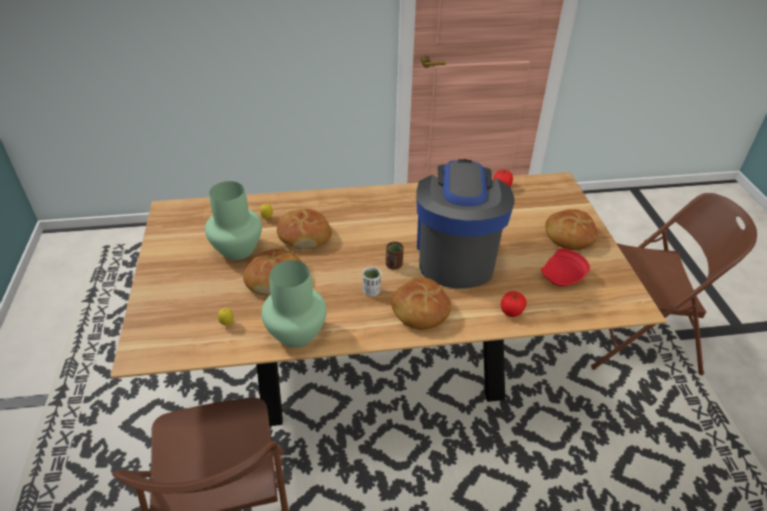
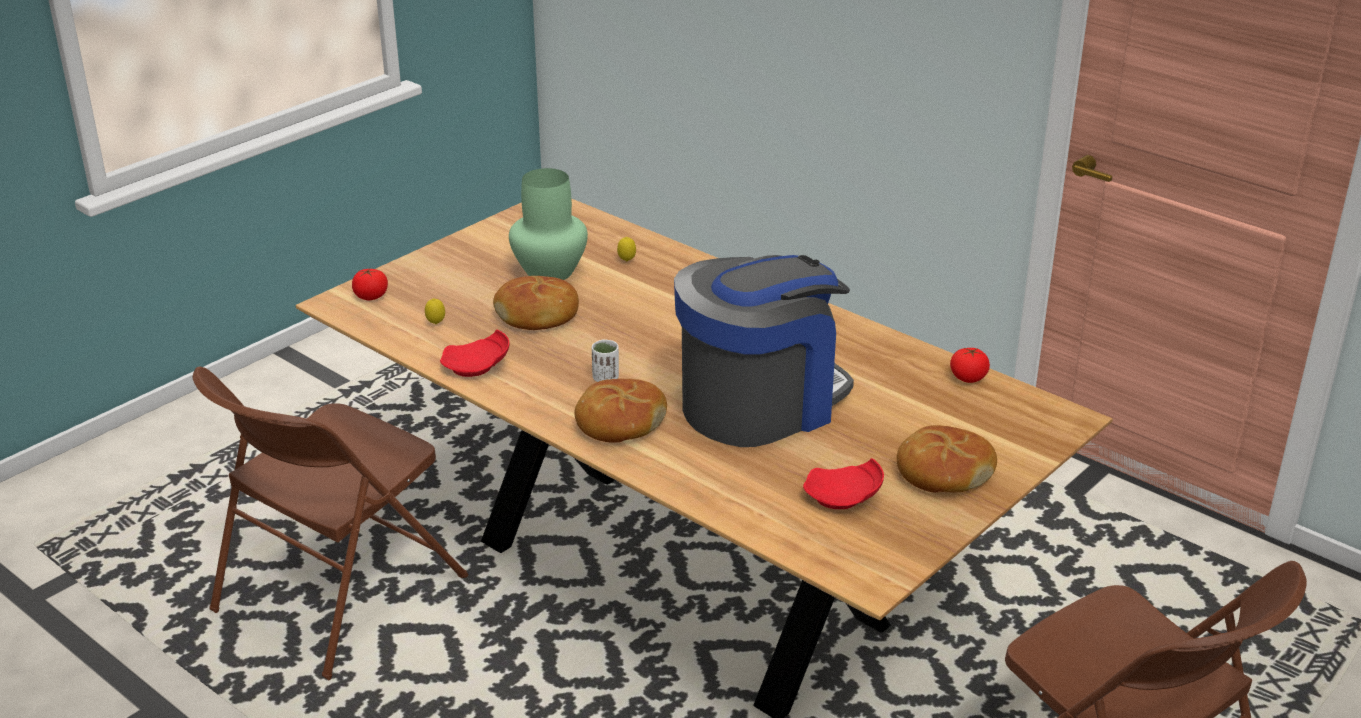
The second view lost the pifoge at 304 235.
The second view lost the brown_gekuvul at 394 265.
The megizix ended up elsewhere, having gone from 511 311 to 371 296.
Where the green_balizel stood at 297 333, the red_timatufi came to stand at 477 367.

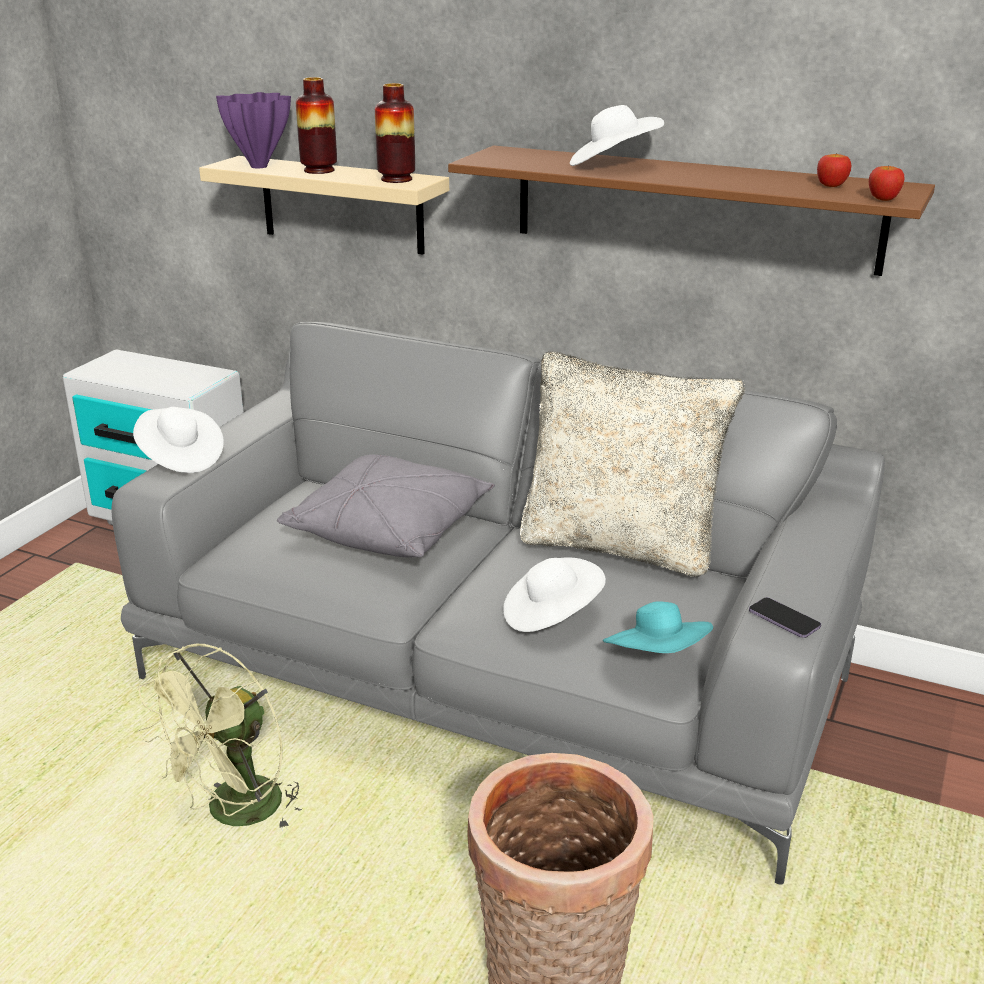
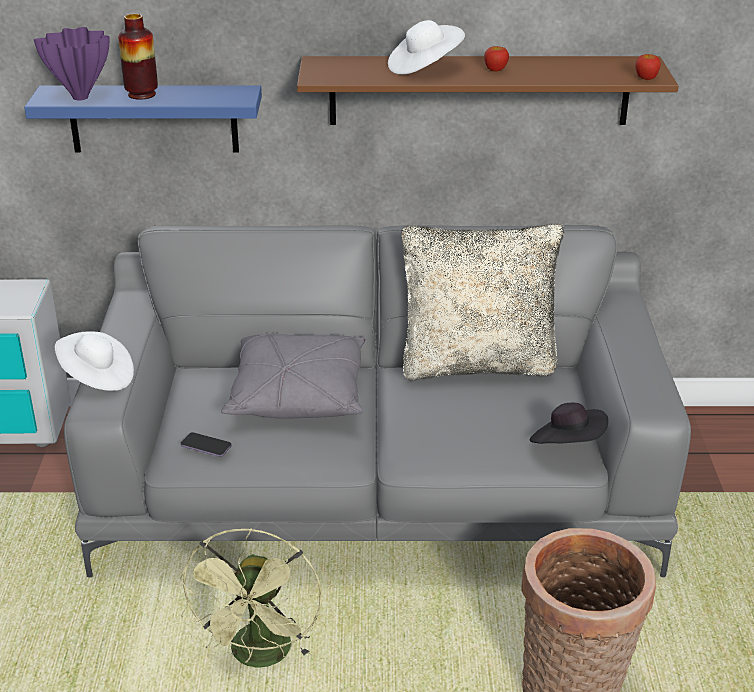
The second view lost the balizel at 396 179.
The second view lost the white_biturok at 551 615.
The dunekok ended up elsewhere, having gone from 784 619 to 206 446.
The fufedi ended up elsewhere, having gone from 831 185 to 495 70.
What was the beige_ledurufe at 342 205 turned into the blue_ledurufe at 153 118.
What was the turquoise_biturok at 657 659 turned into the black_biturok at 567 445.

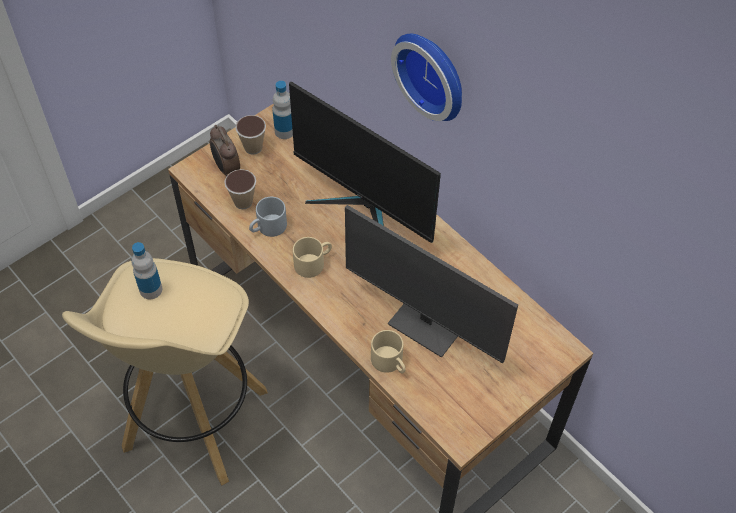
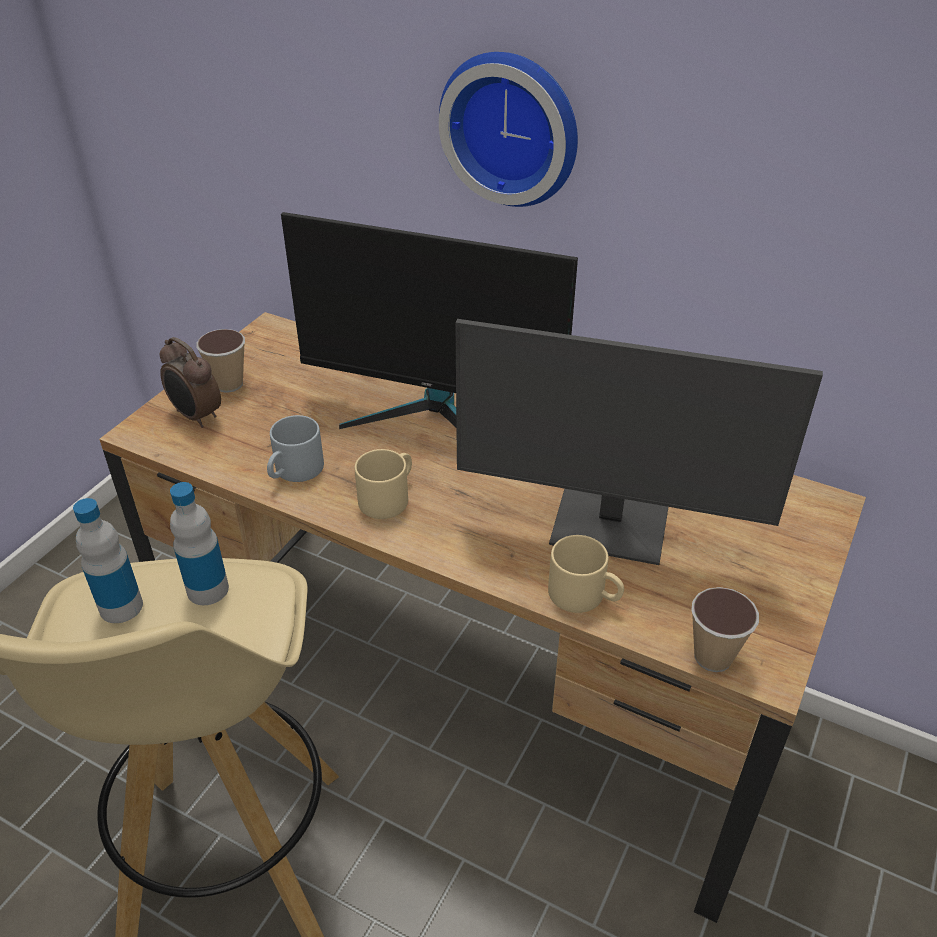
The gekuvul ended up elsewhere, having gone from 243 202 to 713 657.
The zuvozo ended up elsewhere, having gone from 284 131 to 208 589.

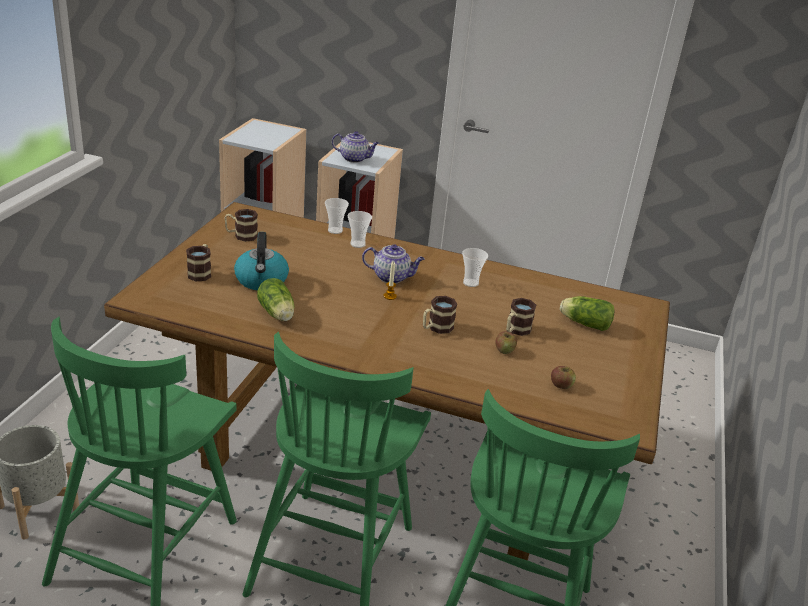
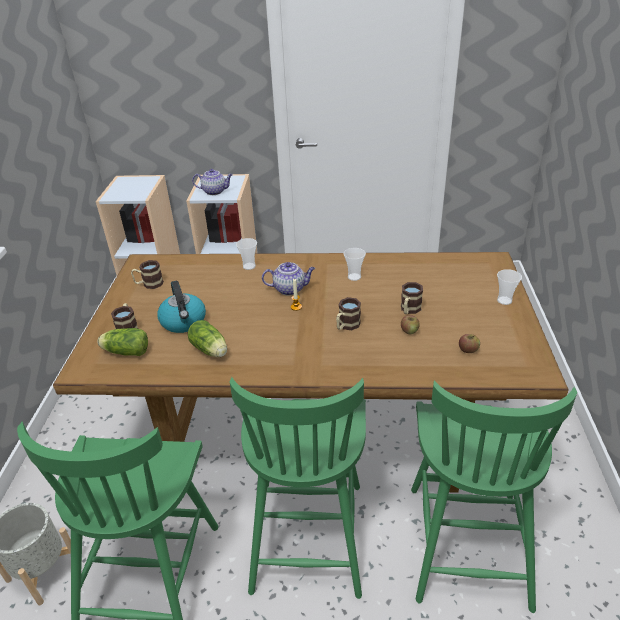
The gekuvul ended up elsewhere, having gone from 335 230 to 504 300.
The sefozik ended up elsewhere, having gone from 583 323 to 125 351.

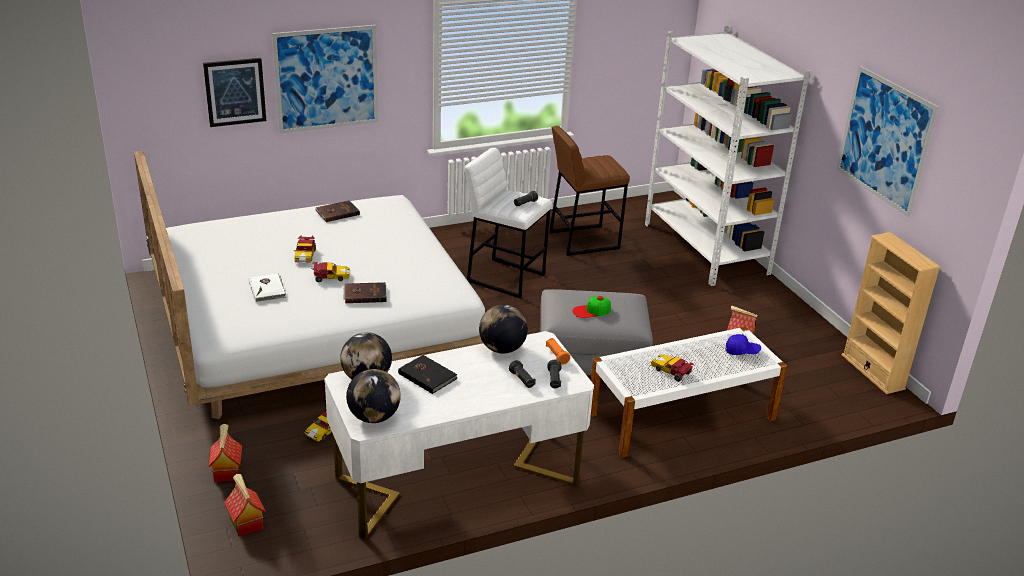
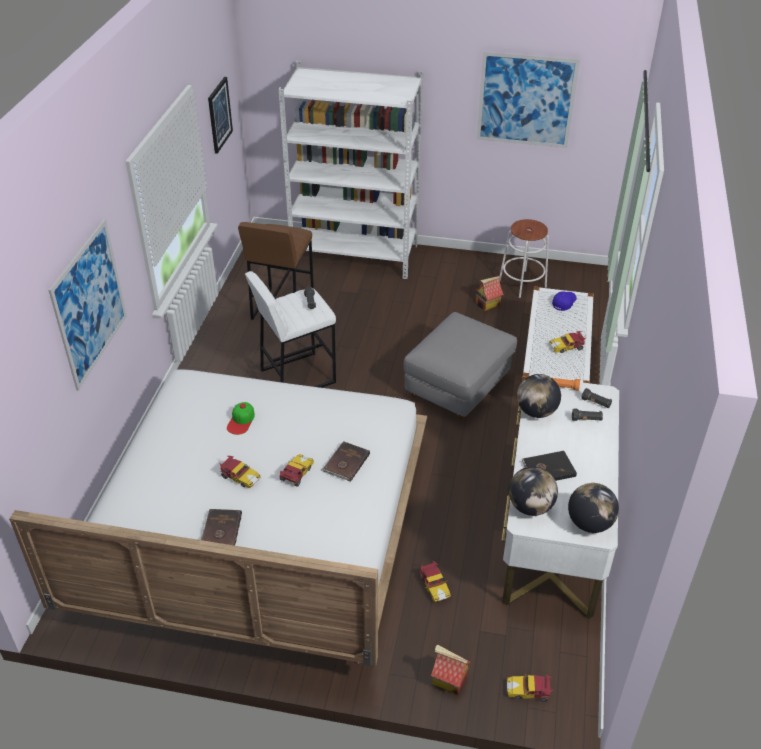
The second view lost the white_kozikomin at 268 289.
The second view lost the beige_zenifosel at 873 372.
The second view gained the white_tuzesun at 522 284.
The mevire ended up elsewhere, having gone from 235 92 to 219 115.
The brown_kozikomin ended up elsewhere, having gone from 337 213 to 221 530.
The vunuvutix ended up elsewhere, having gone from 591 310 to 241 421.
Where the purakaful stood at 245 523, the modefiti came to stand at 529 691.

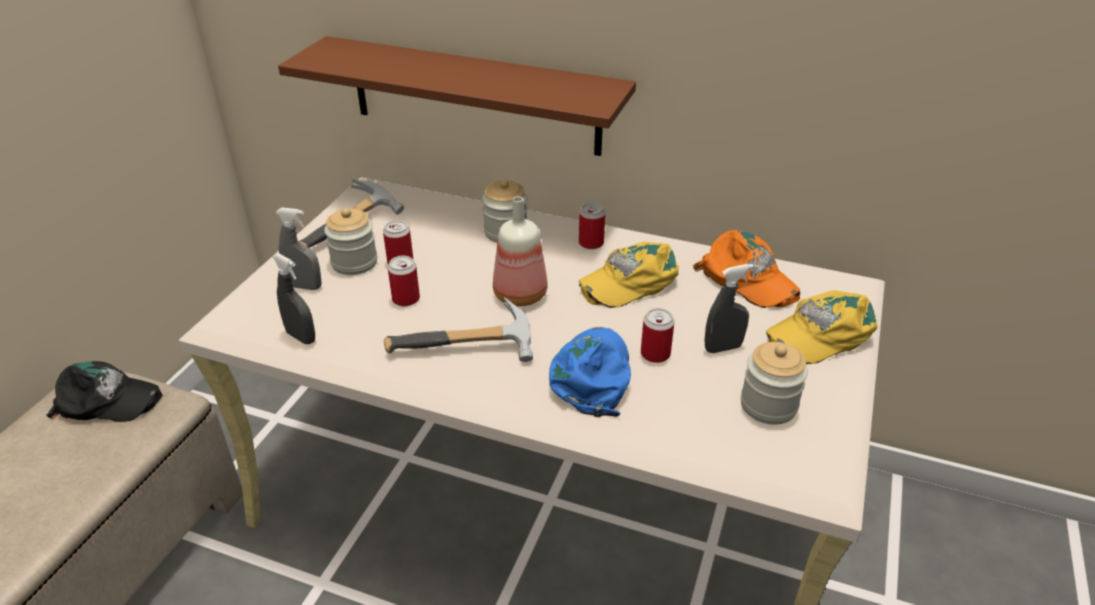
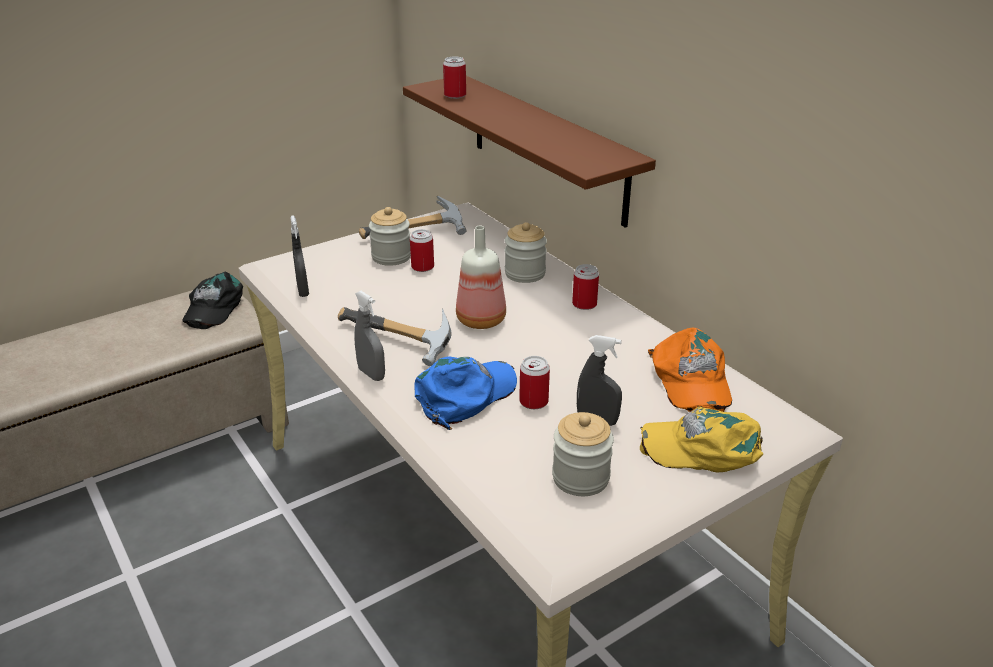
The second view lost the yellow_vunuvutix at 629 281.
The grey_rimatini ended up elsewhere, having gone from 305 286 to 371 374.
The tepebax ended up elsewhere, having gone from 406 299 to 455 95.
The black_vunuvutix at 107 401 ended up facing another way, 60 degrees clockwise from before.

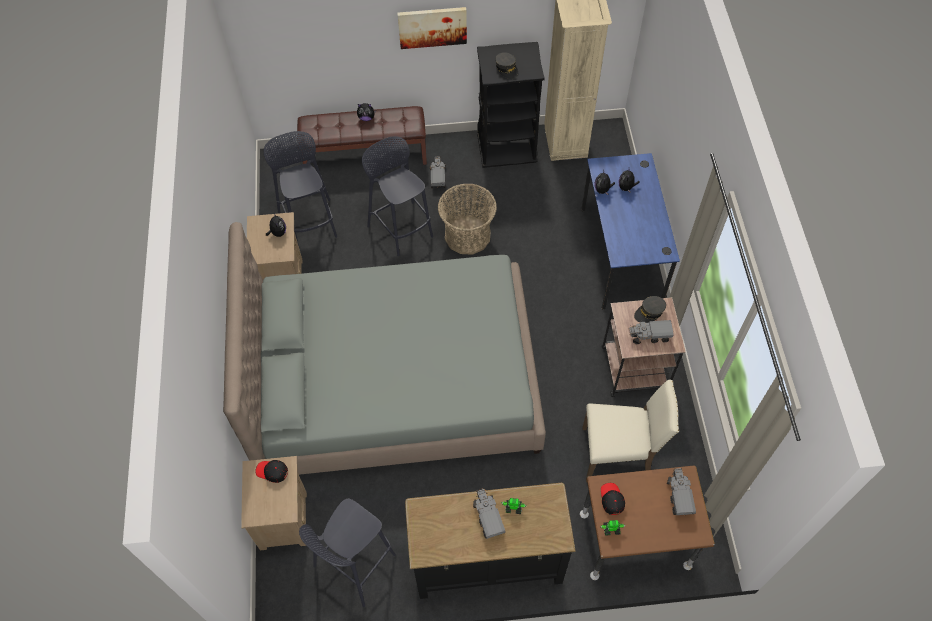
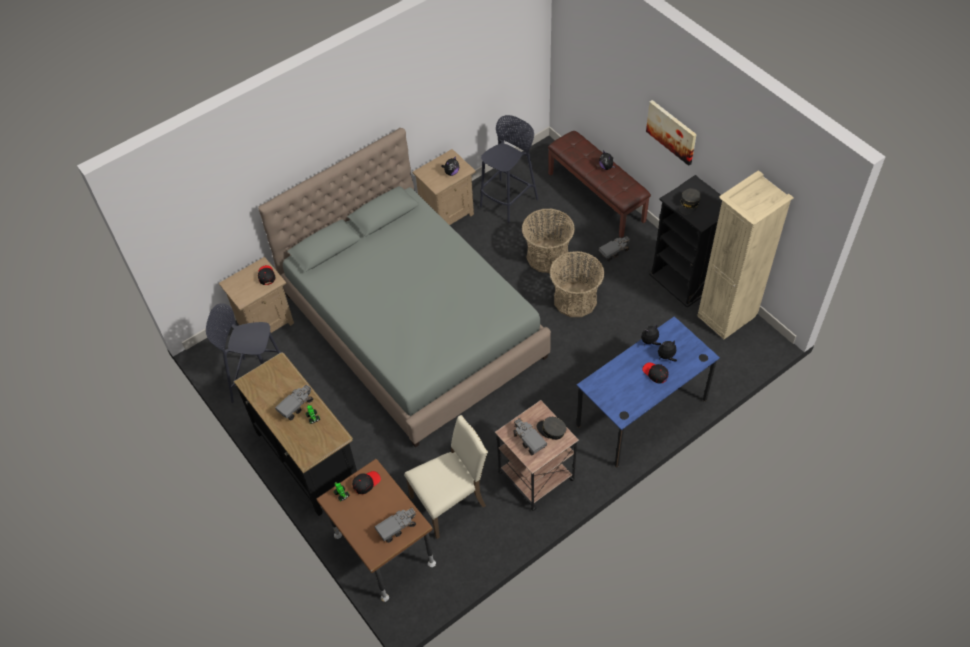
The second view gained the black_vunuvutix at 655 373.
Where the grey_tuzesun stood at 402 228, the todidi came to stand at 547 256.
The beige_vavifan at 618 454 ended up facing another way, 90 degrees counterclockwise from before.

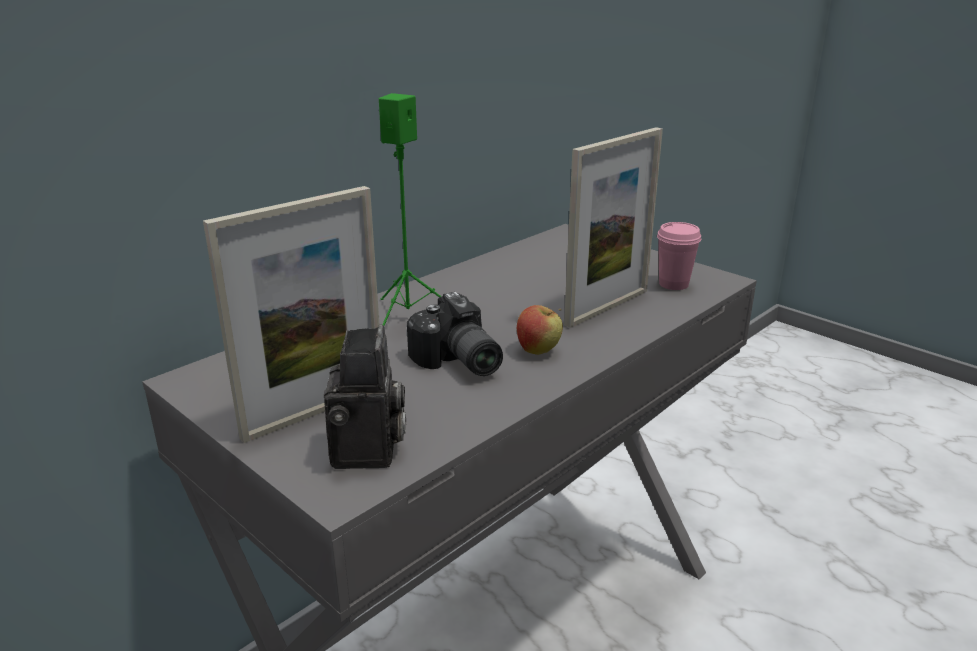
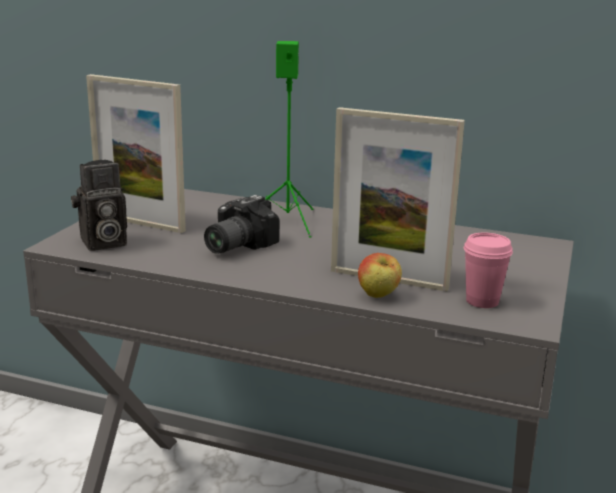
The fufedi ended up elsewhere, having gone from 539 351 to 378 296.

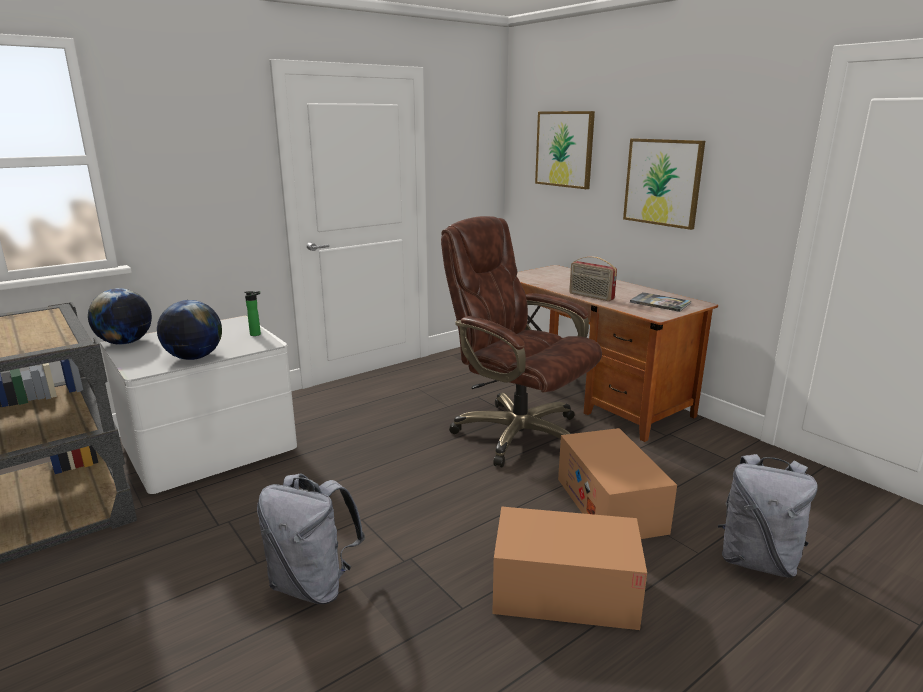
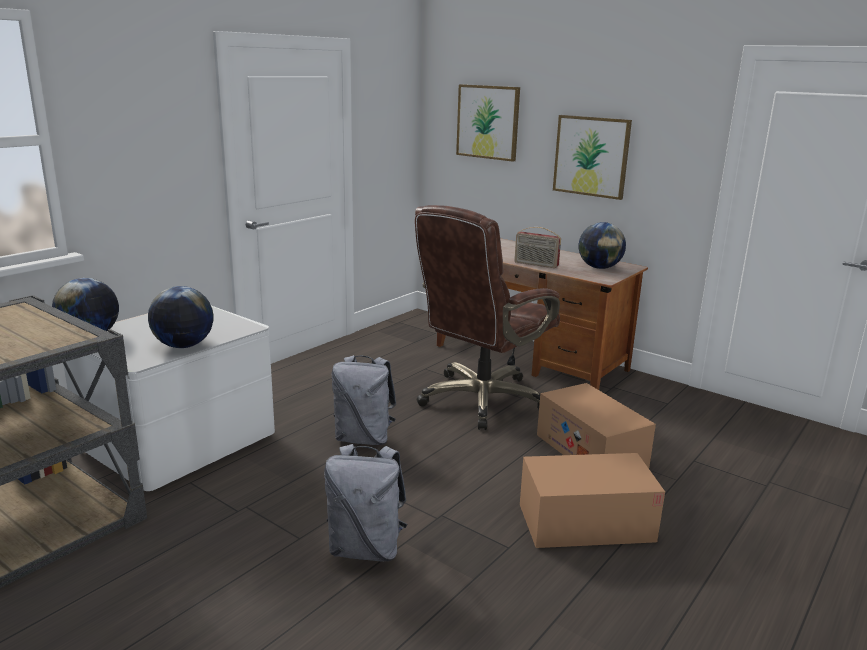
The second view lost the zuvozo at 257 334.
The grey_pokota ended up elsewhere, having gone from 757 560 to 364 438.
Where the kozikomin stood at 660 303, the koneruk came to stand at 599 267.
The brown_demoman at 519 434 ended up facing another way, 75 degrees counterclockwise from before.

